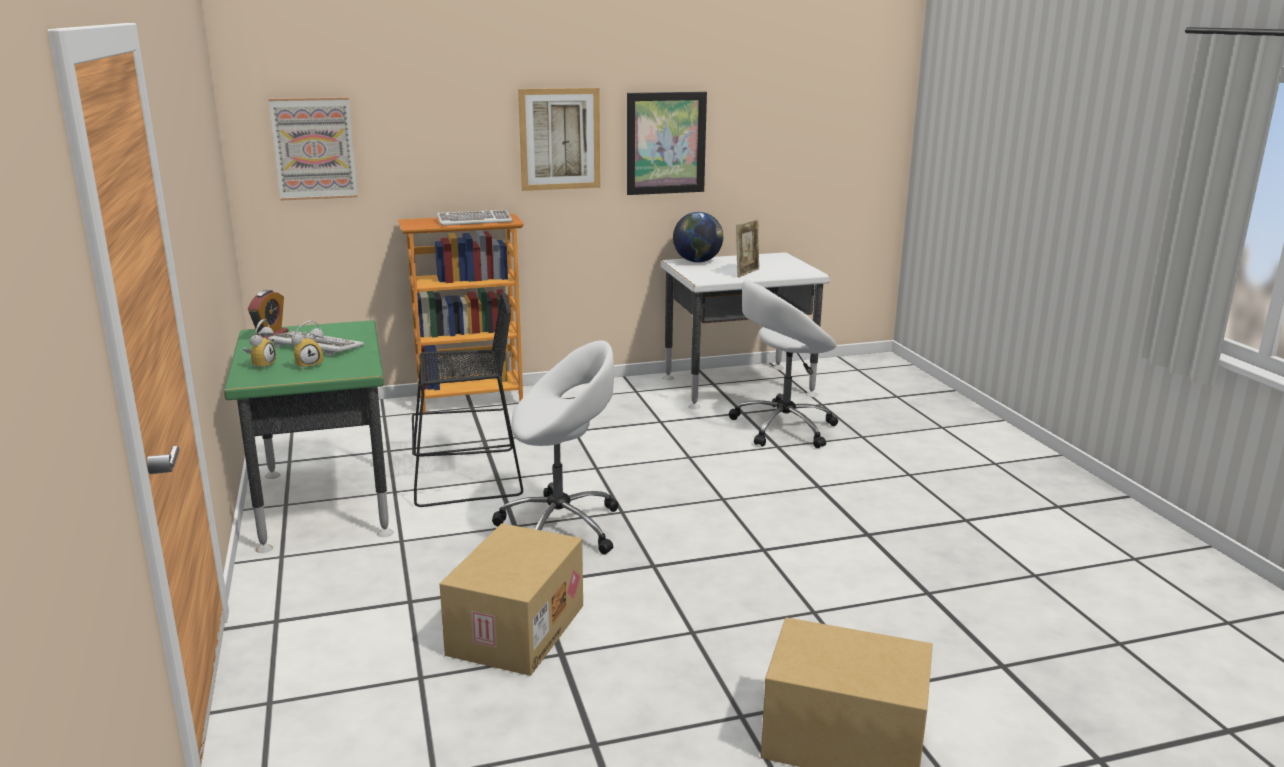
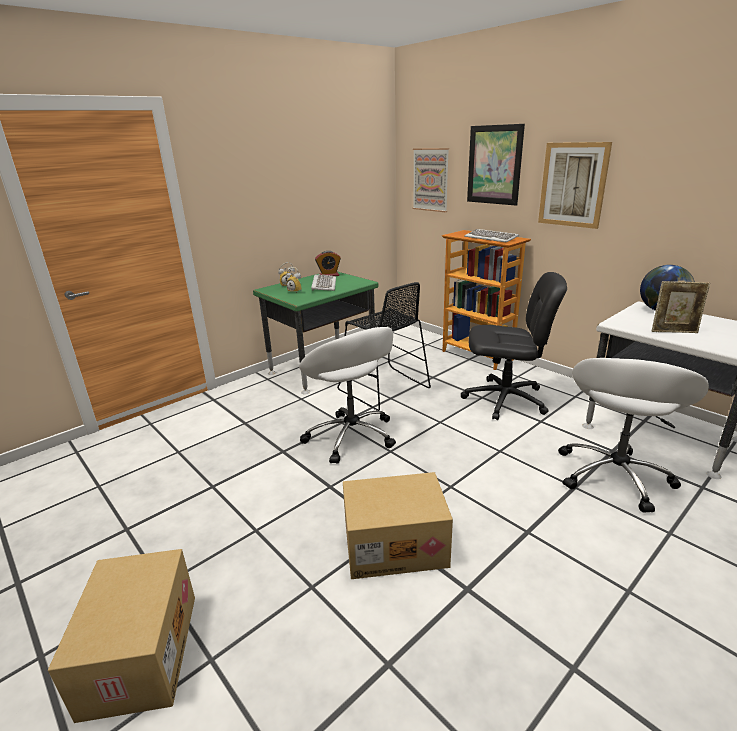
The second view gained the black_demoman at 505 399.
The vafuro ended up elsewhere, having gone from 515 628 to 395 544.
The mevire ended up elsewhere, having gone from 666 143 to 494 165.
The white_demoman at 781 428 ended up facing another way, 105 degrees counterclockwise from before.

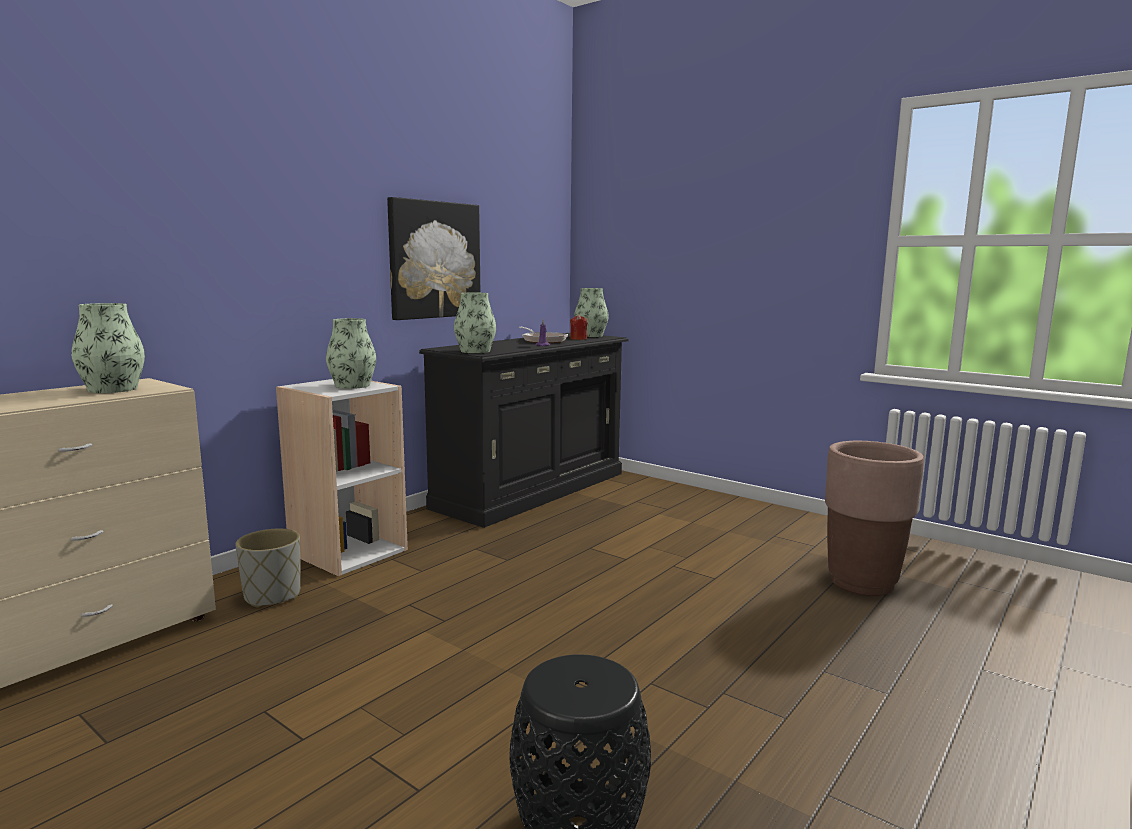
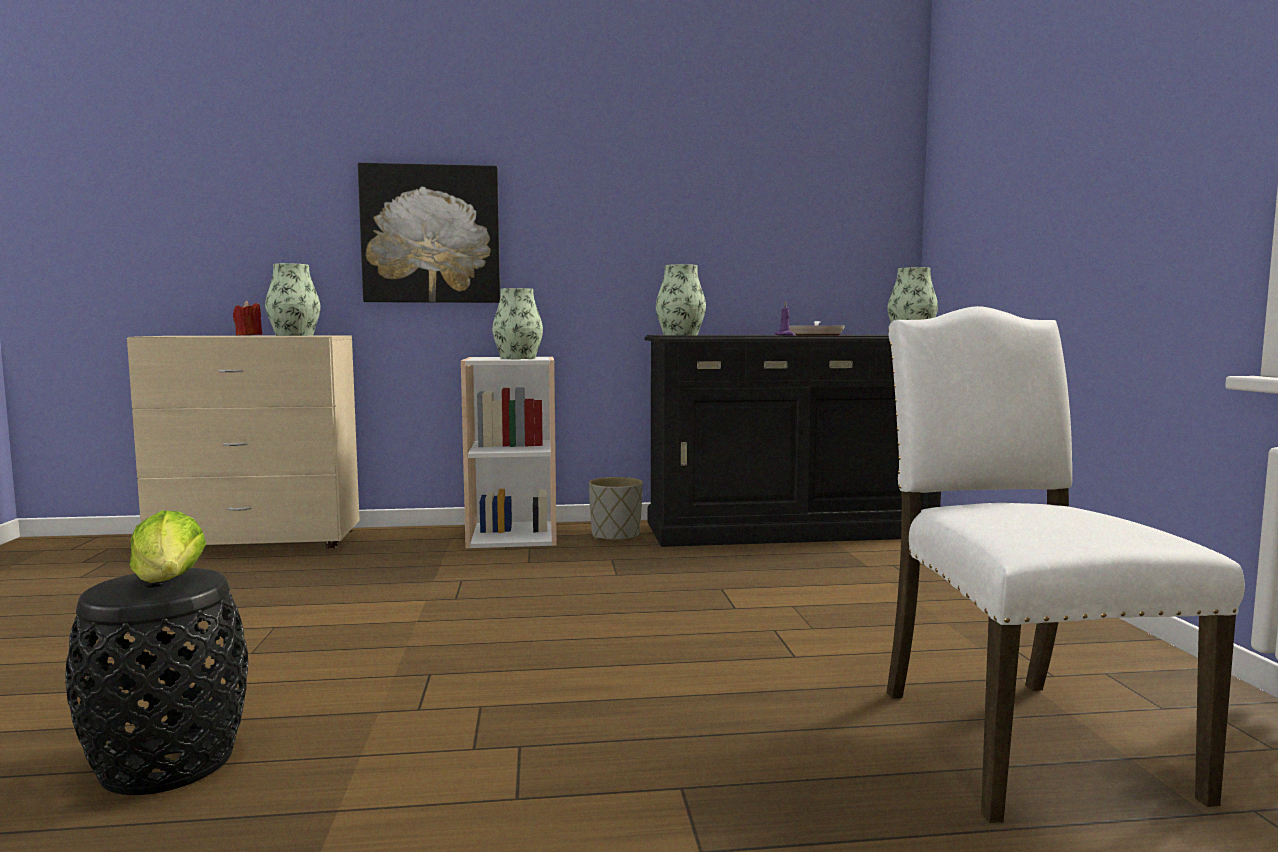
The second view gained the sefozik at 169 584.
The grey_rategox ended up elsewhere, having gone from 272 596 to 615 536.
The mevire ended up elsewhere, having gone from 434 260 to 431 234.
The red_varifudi ended up elsewhere, having gone from 578 339 to 248 335.
Where the brown_rategox stood at 861 583, the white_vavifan came to stand at 1018 738.

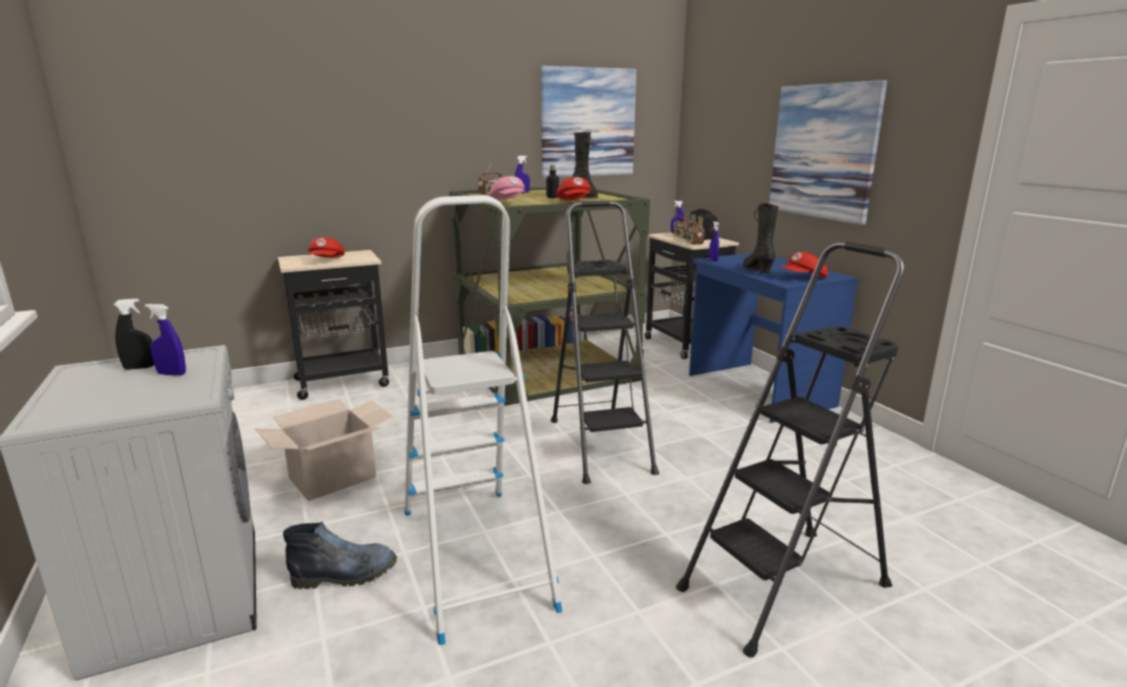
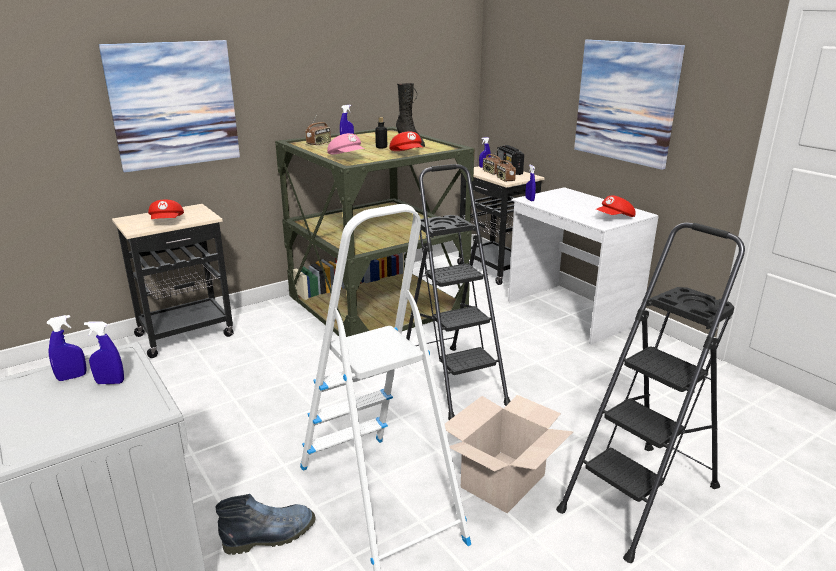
The second view lost the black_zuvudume at 757 270.
The vafuro ended up elsewhere, having gone from 332 478 to 503 481.
The mevire ended up elsewhere, having gone from 588 122 to 174 105.
What was the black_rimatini at 140 367 turned into the blue_rimatini at 72 377.
What was the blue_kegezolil at 757 390 turned into the white_kegezolil at 570 312.

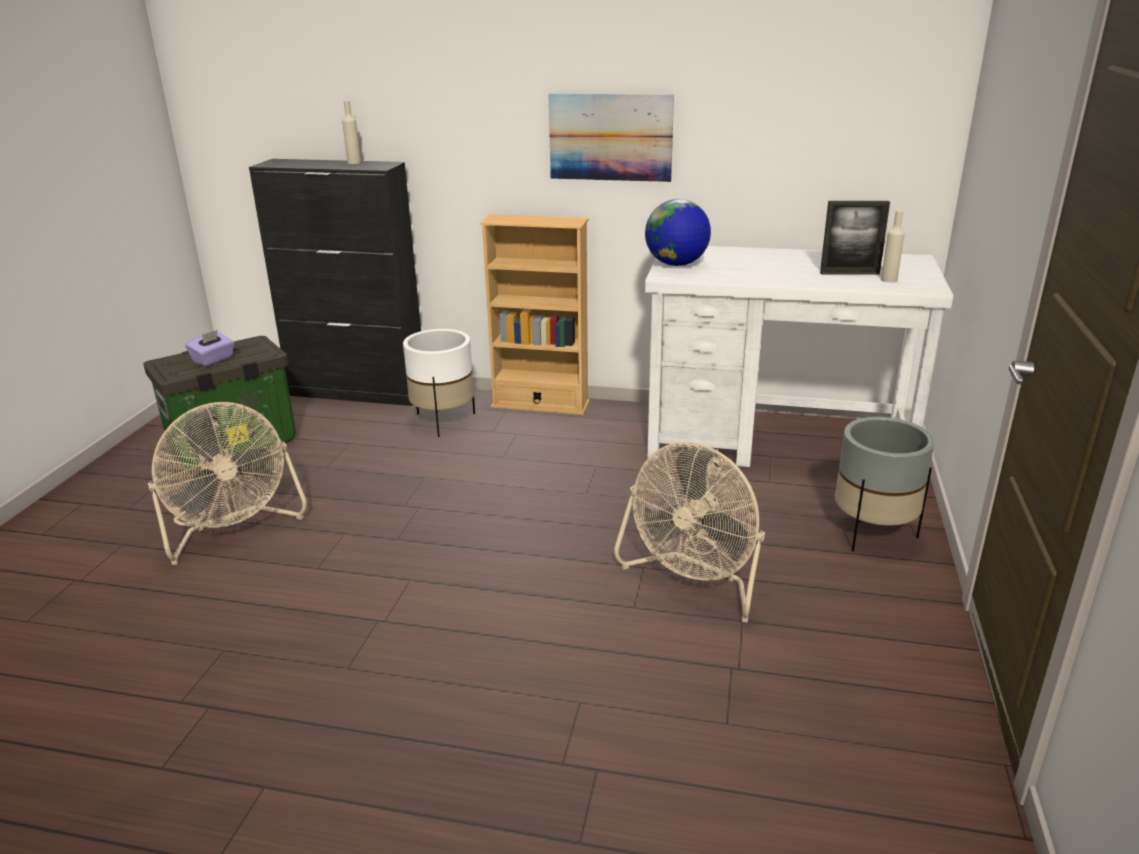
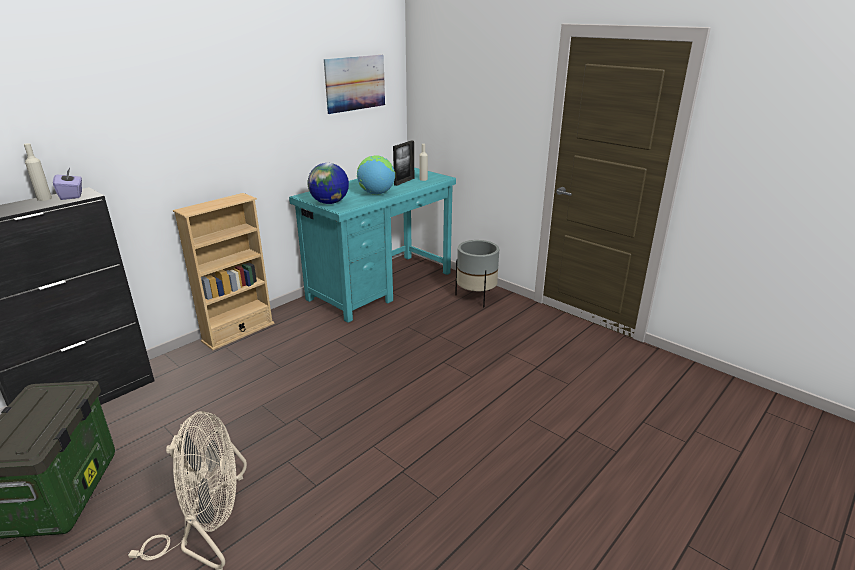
The second view lost the white_rategox at 443 421.
The second view lost the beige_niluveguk at 692 577.
The second view gained the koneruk at 376 193.
The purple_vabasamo ended up elsewhere, having gone from 213 360 to 72 195.
The mevire ended up elsewhere, having gone from 610 137 to 355 83.
What was the white_kegezolil at 777 441 turned into the turquoise_kegezolil at 381 285.

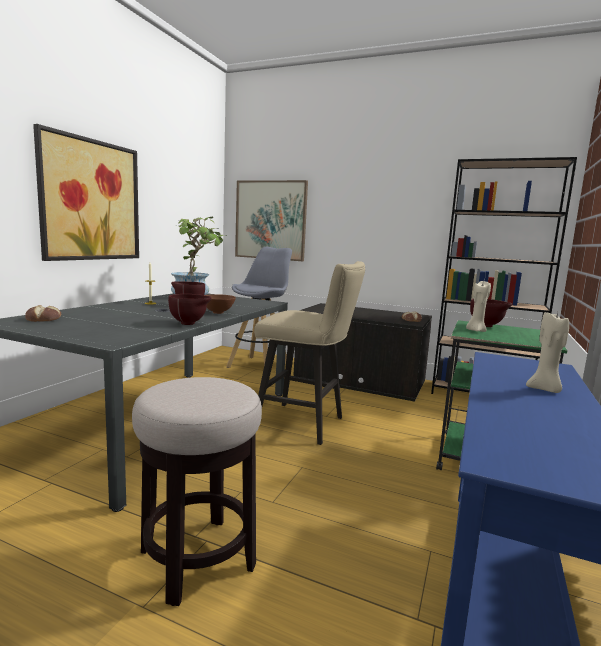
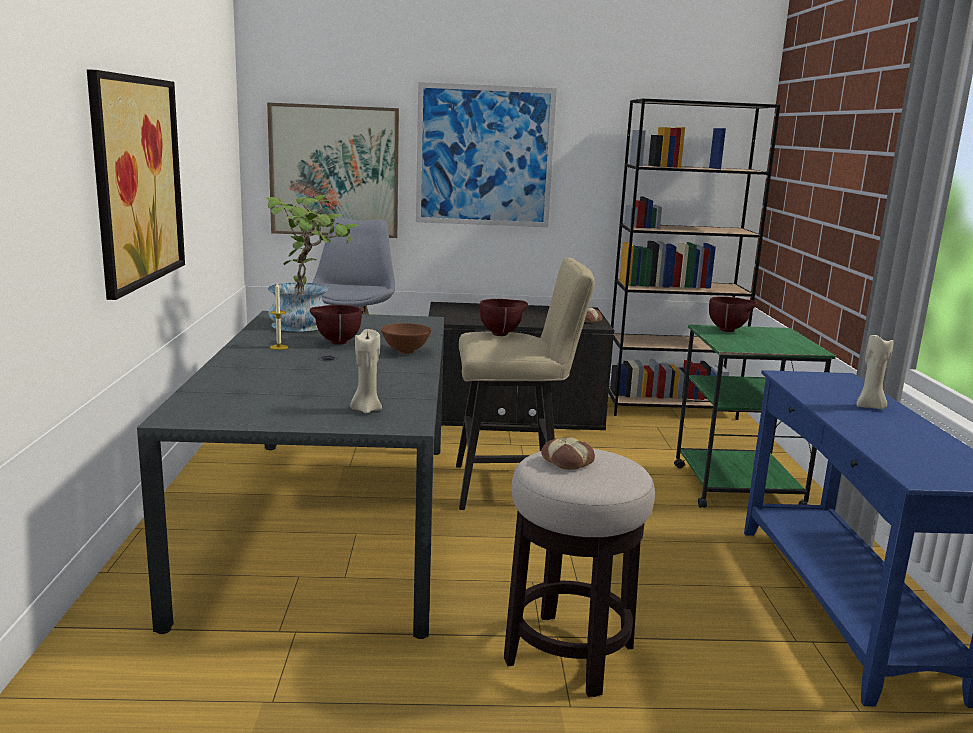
The second view gained the mevire at 484 156.
The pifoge ended up elsewhere, having gone from 44 319 to 568 460.
The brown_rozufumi ended up elsewhere, having gone from 190 324 to 502 334.
The beige_varifudi ended up elsewhere, having gone from 475 330 to 366 409.

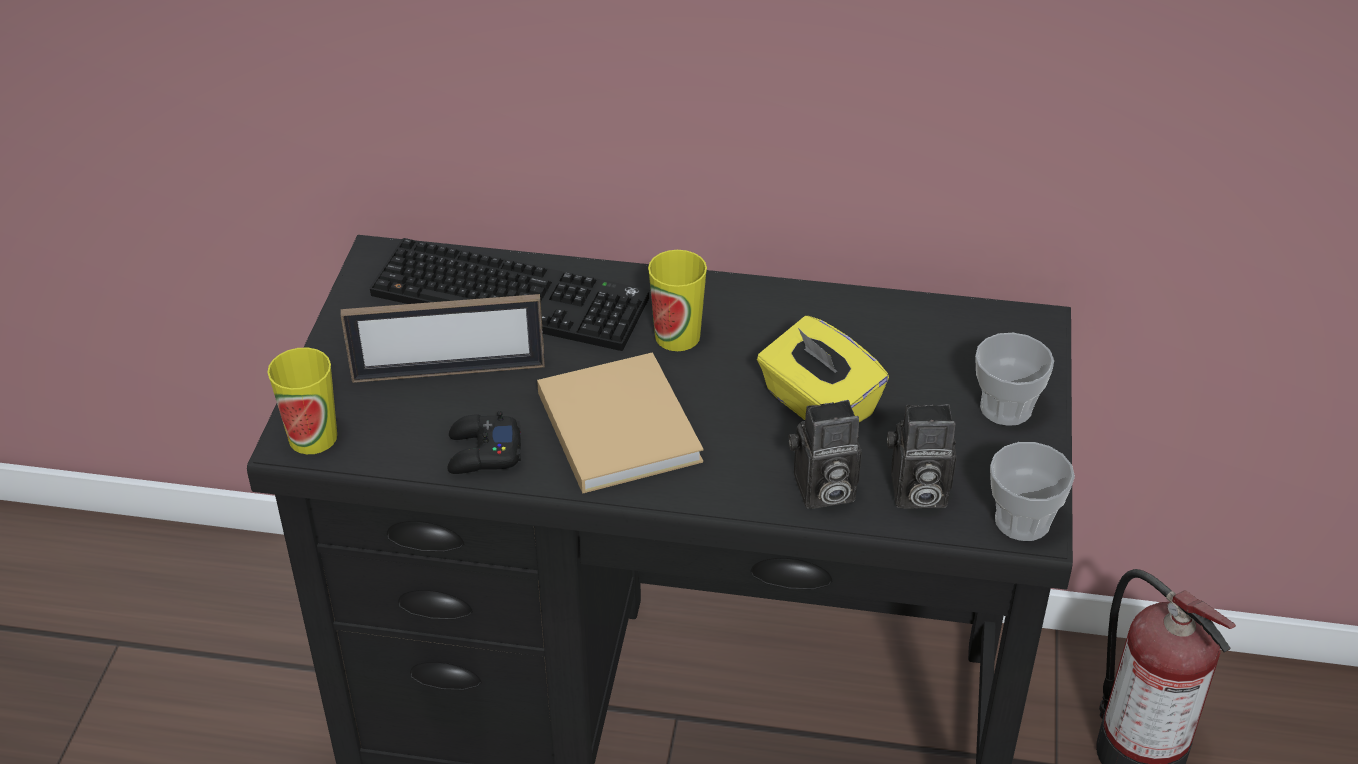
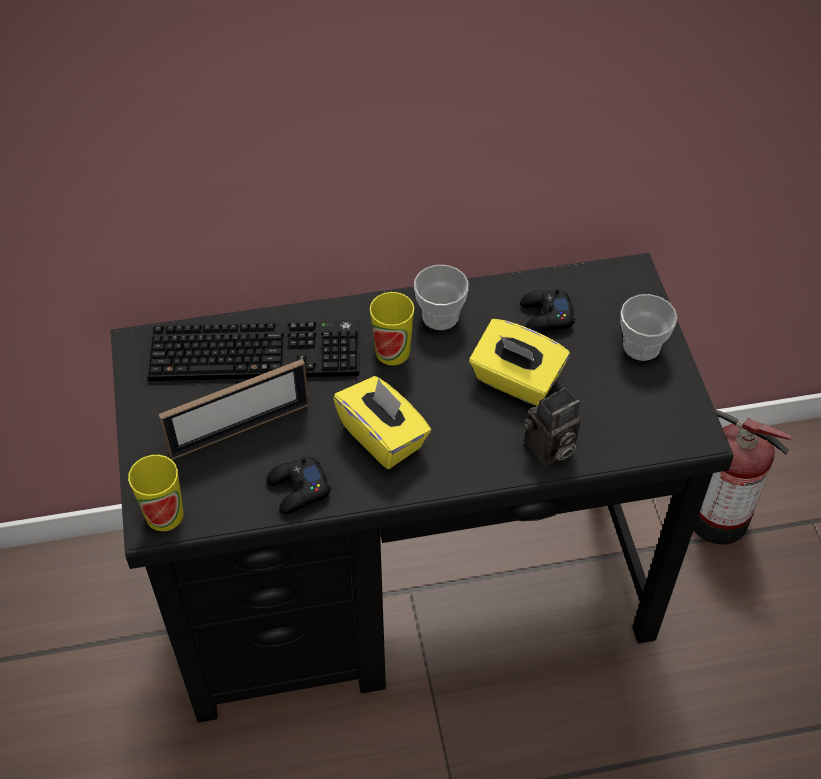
The second view lost the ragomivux at 915 493.
The second view gained the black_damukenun at 546 317.
The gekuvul ended up elsewhere, having gone from 1022 521 to 440 316.
Where the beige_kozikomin stood at 617 423, the yellow_vabasamo came to stand at 383 436.

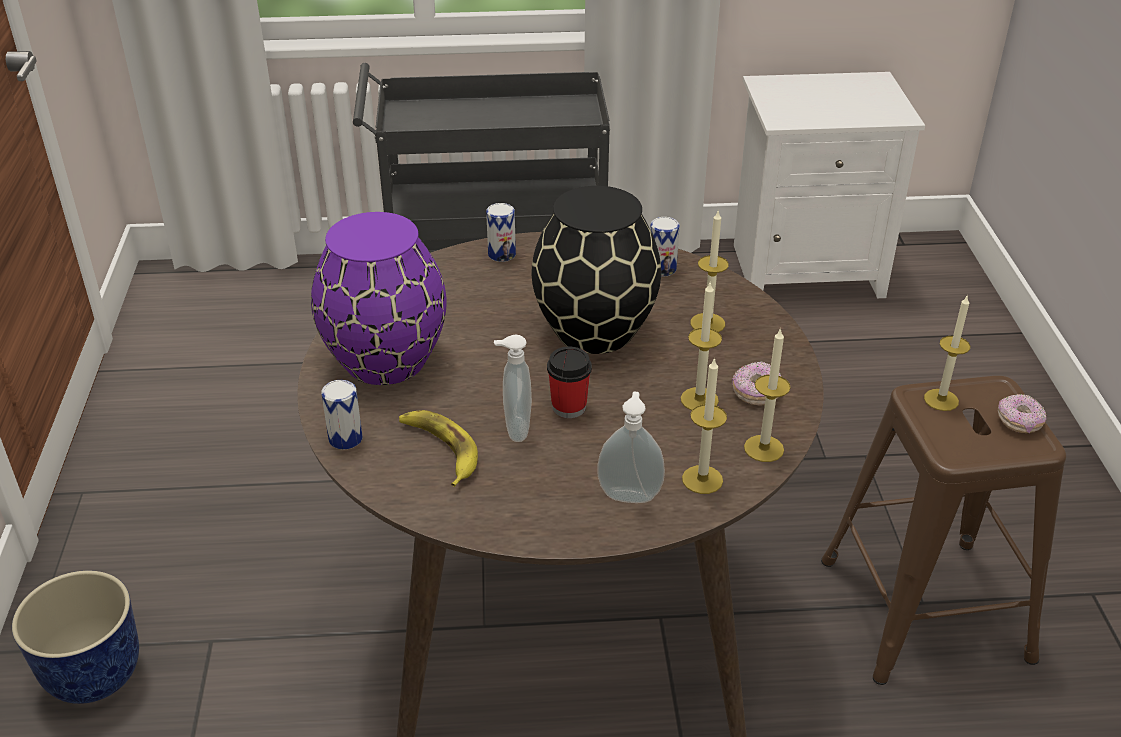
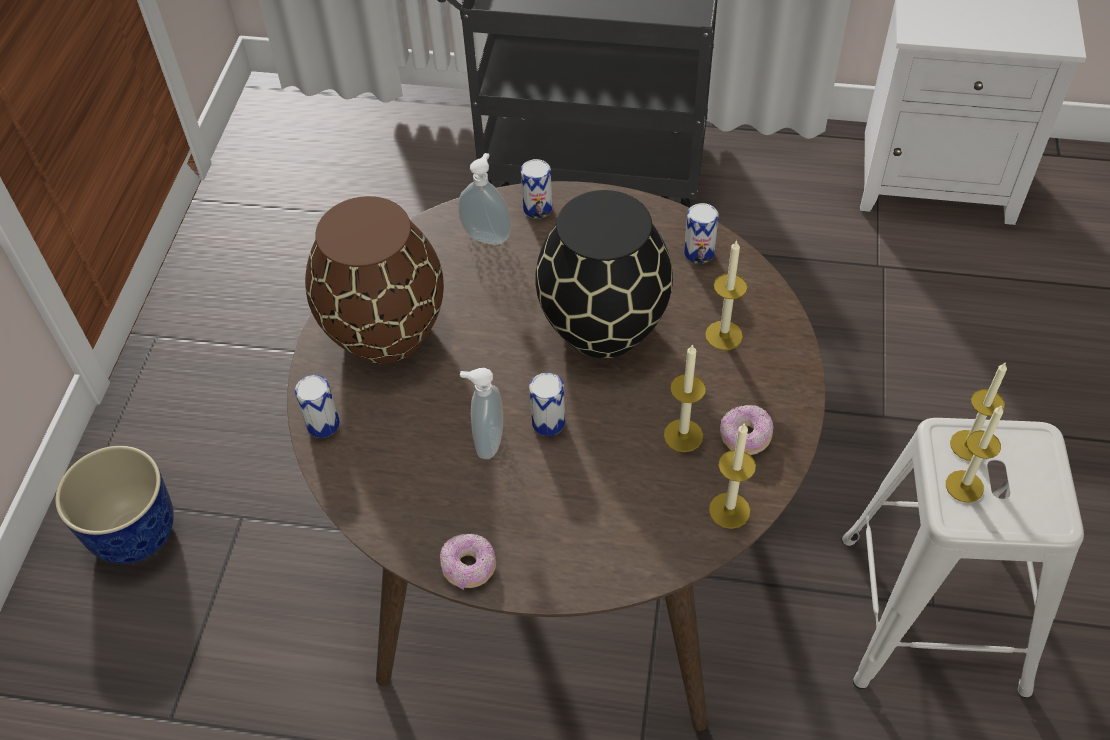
The second view lost the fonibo at 440 449.
The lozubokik ended up elsewhere, having gone from 630 494 to 488 235.
The varifudi ended up elsewhere, having gone from 702 479 to 964 486.
The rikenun ended up elsewhere, having gone from 1019 422 to 469 567.
Where the gekuvul stood at 569 407, the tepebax came to stand at 548 422.
What was the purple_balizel at 384 361 turned into the brown_balizel at 384 333.
What was the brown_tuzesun at 925 609 turned into the white_tuzesun at 933 613.

